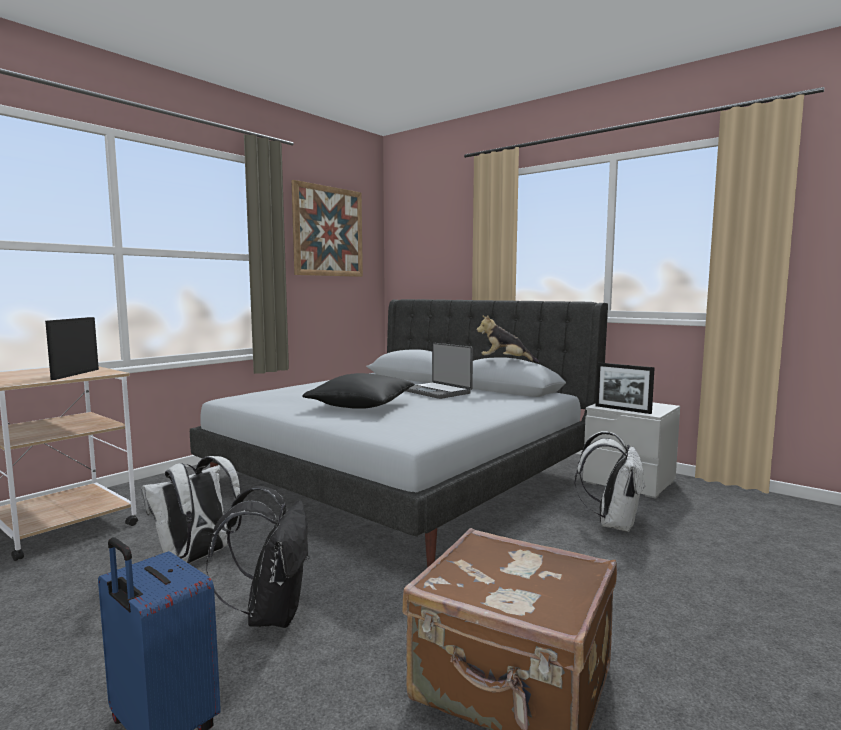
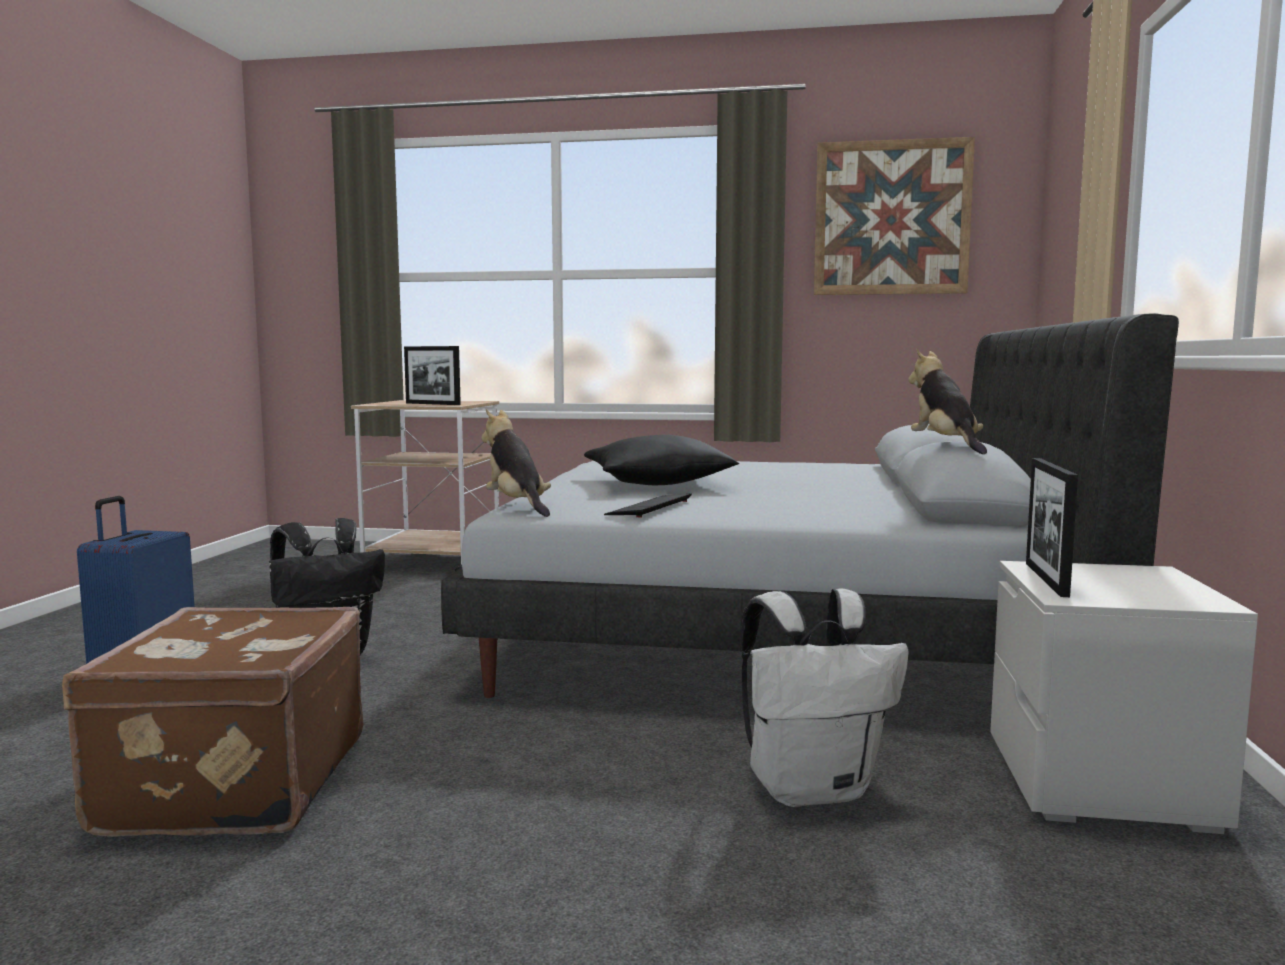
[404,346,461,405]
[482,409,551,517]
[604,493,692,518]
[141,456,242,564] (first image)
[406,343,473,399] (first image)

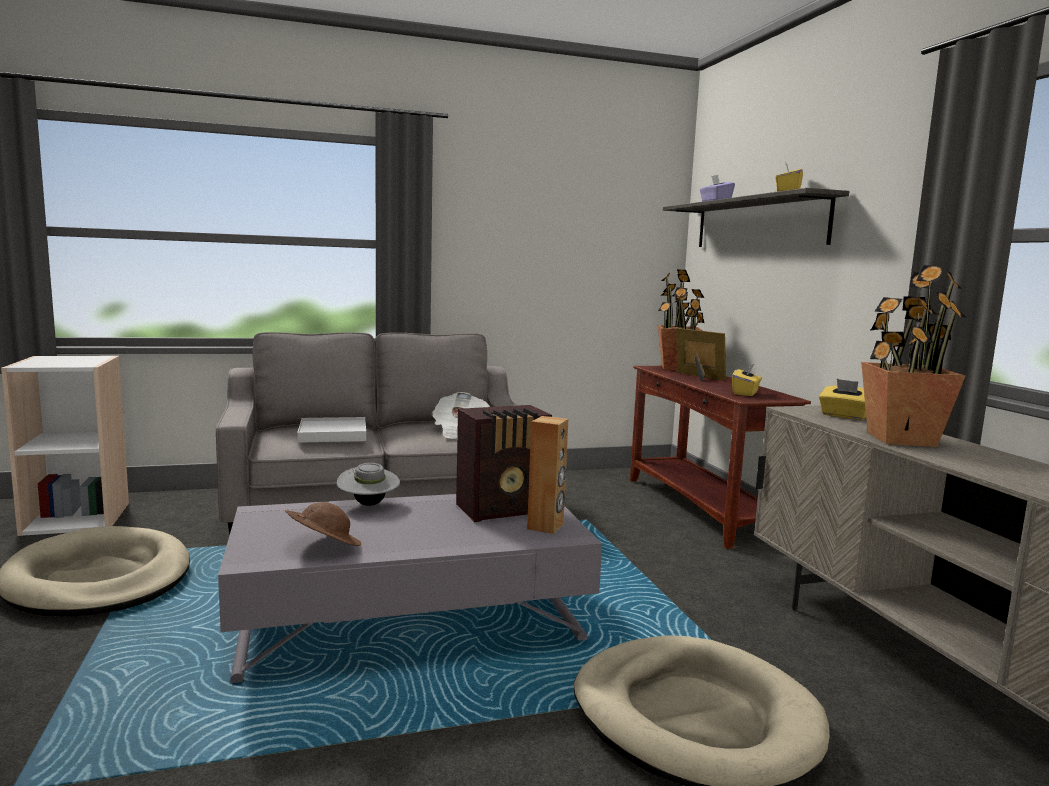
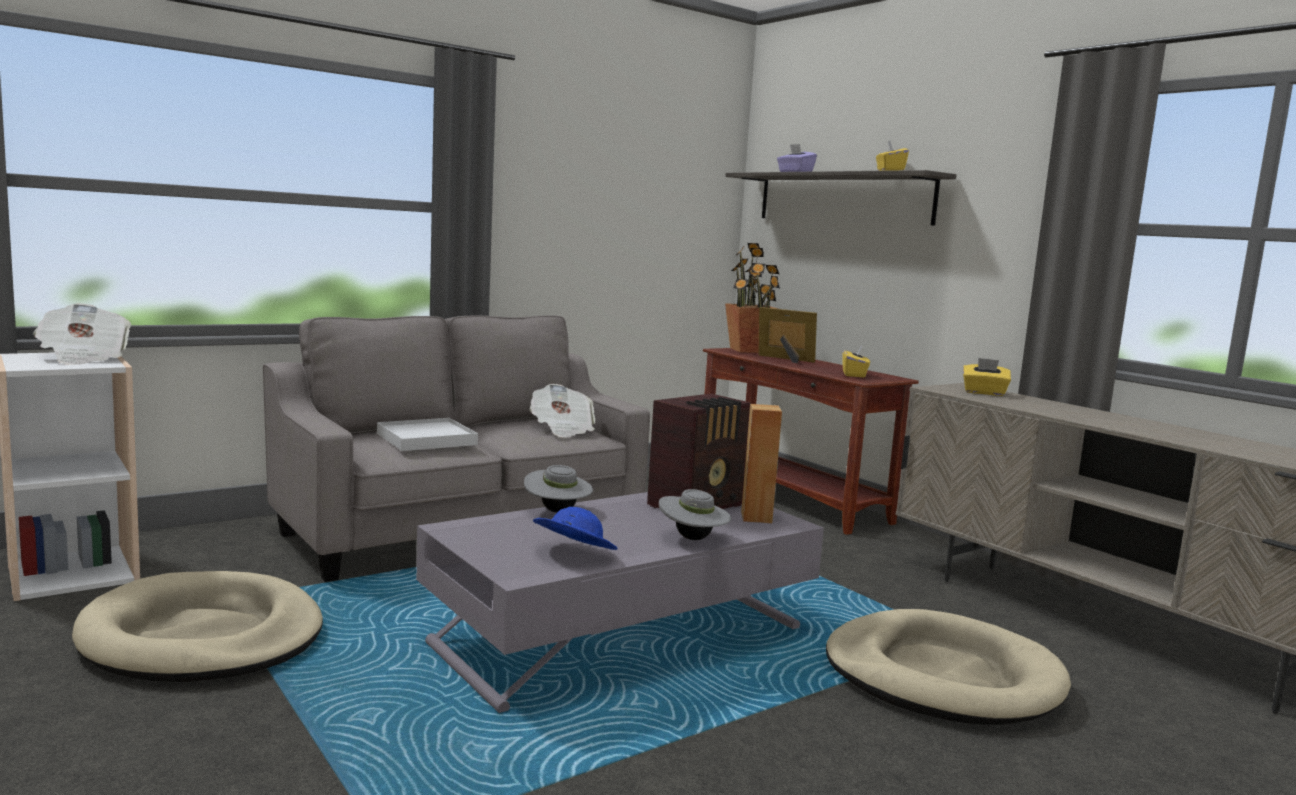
[33,304,131,365]
[533,507,618,550]
[659,489,731,540]
[861,265,966,447] (first image)

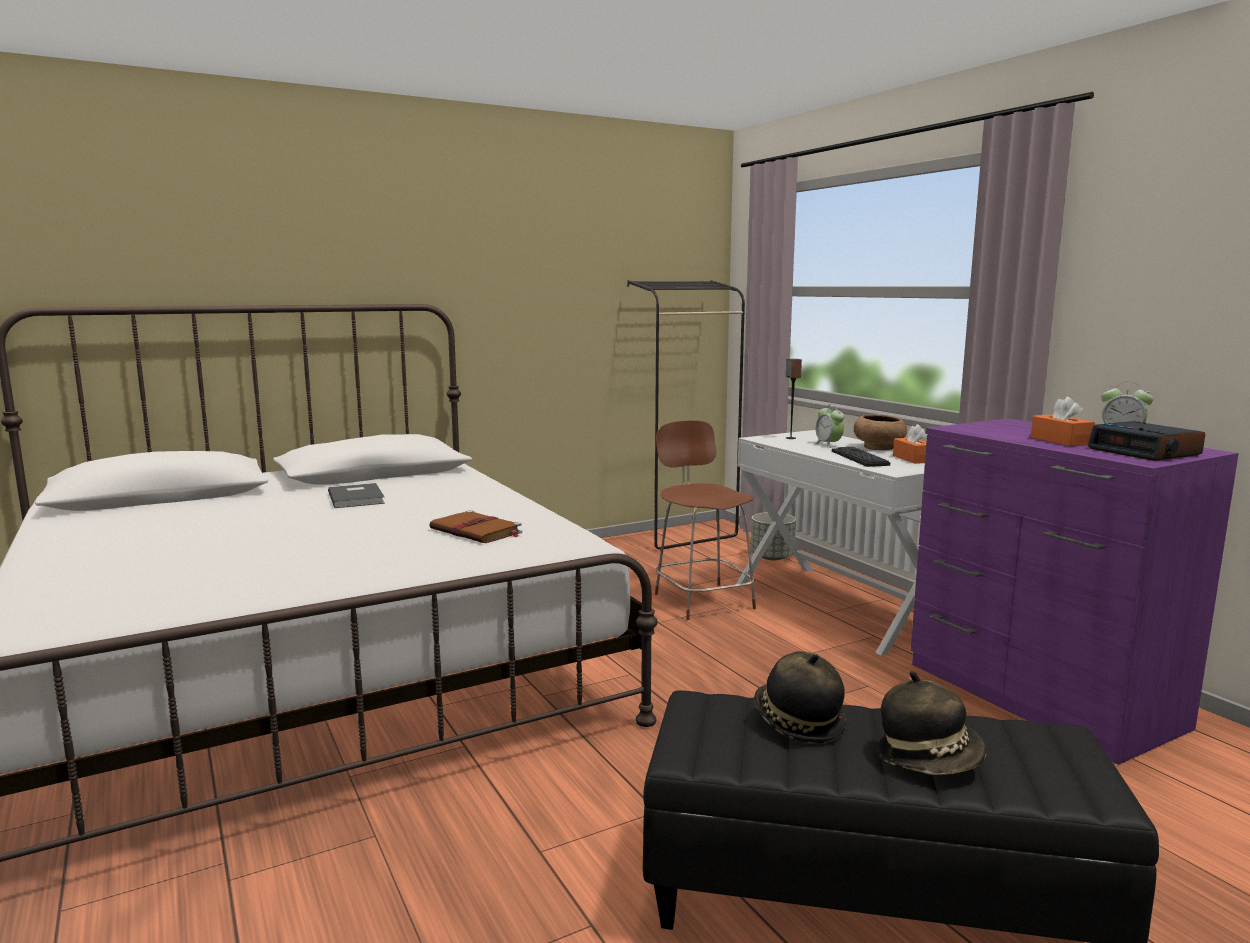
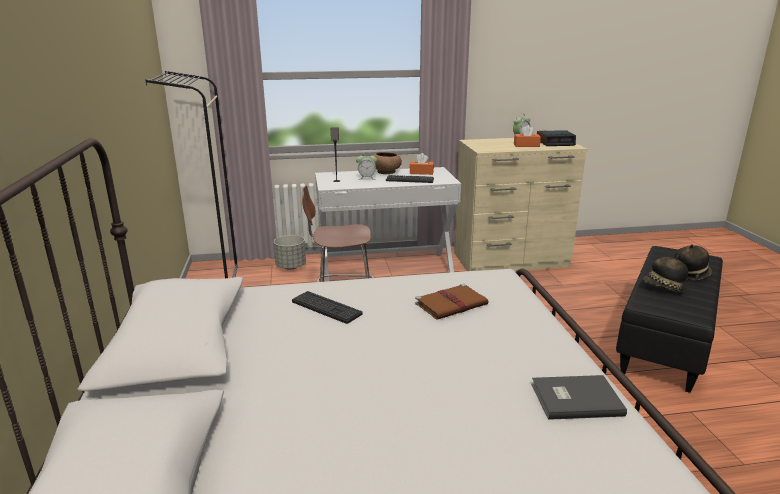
[292,291,363,324]
[454,138,587,271]
[531,375,627,420]

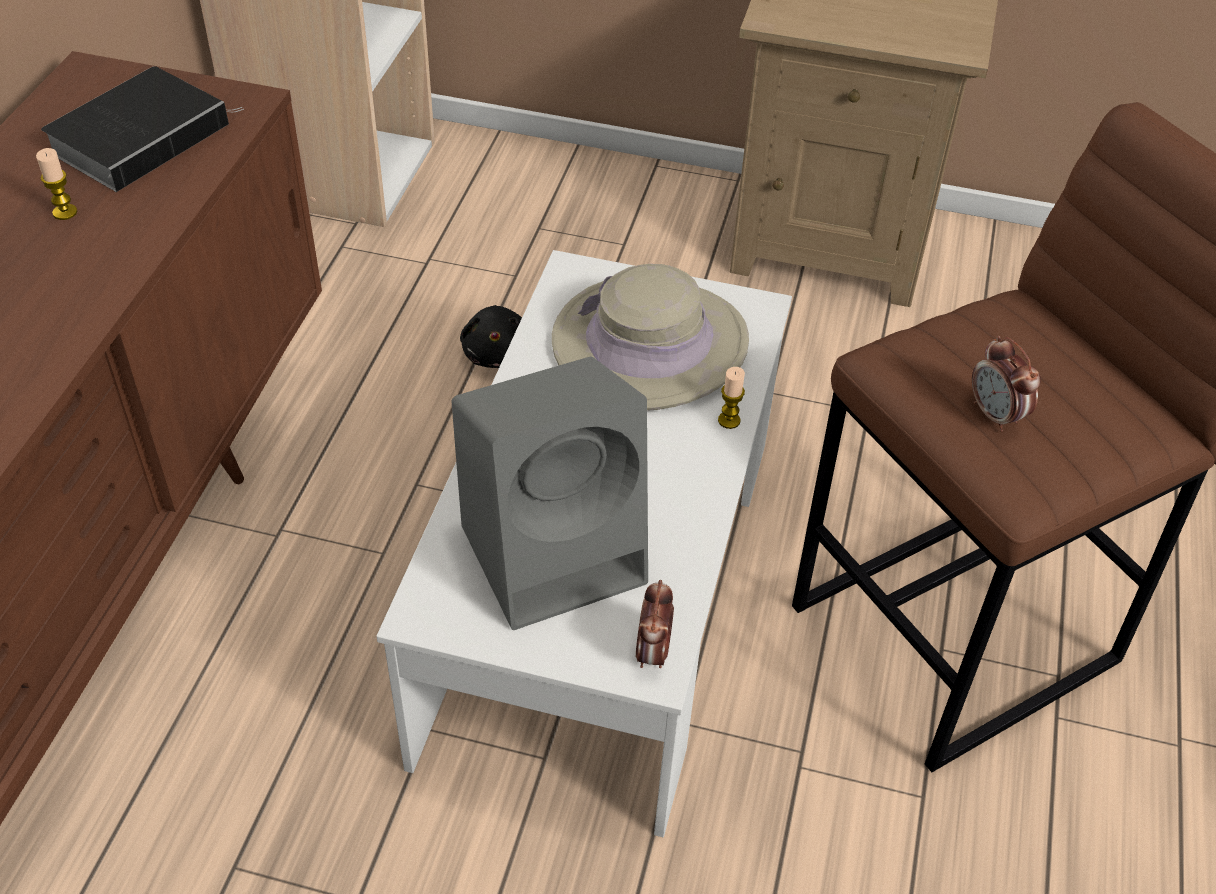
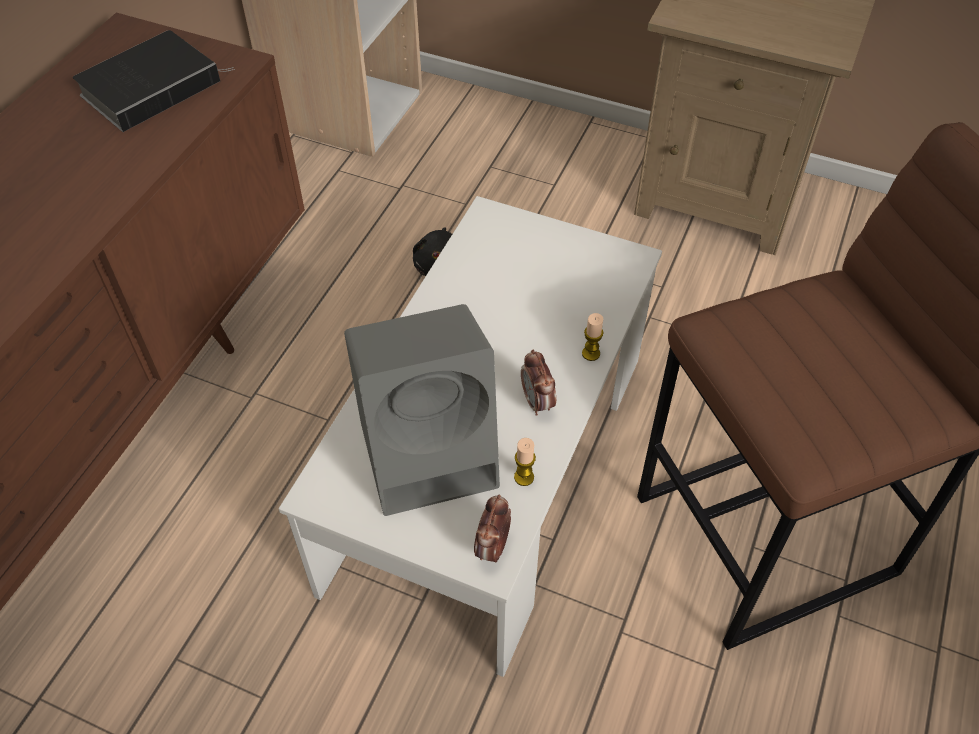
[514,438,536,486]
[521,350,556,416]
[552,264,749,411] (first image)

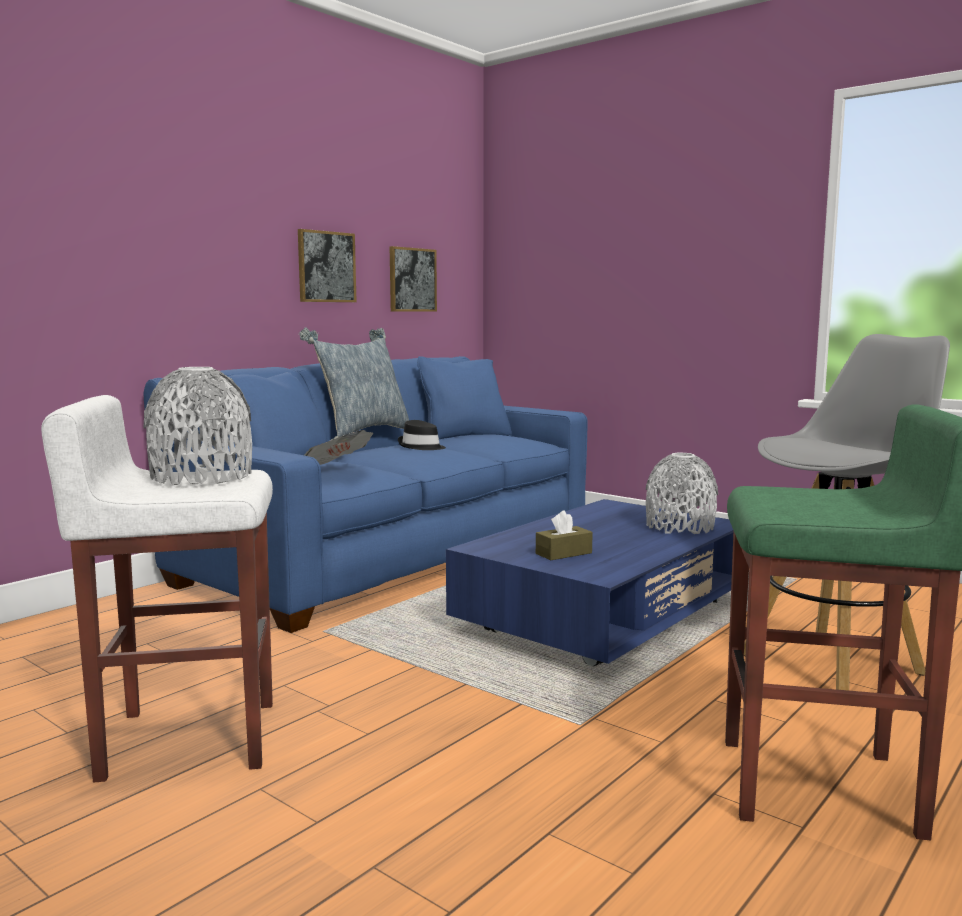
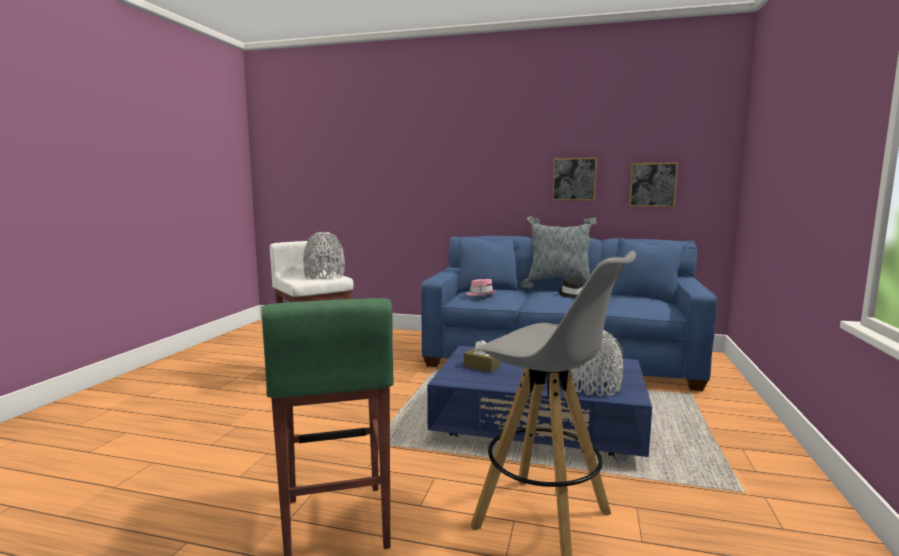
[466,279,496,296]

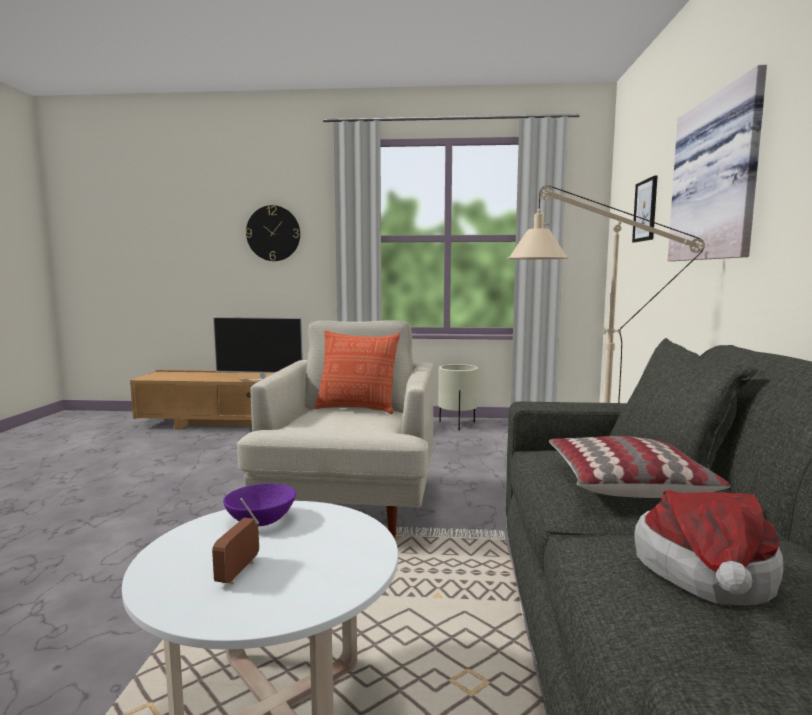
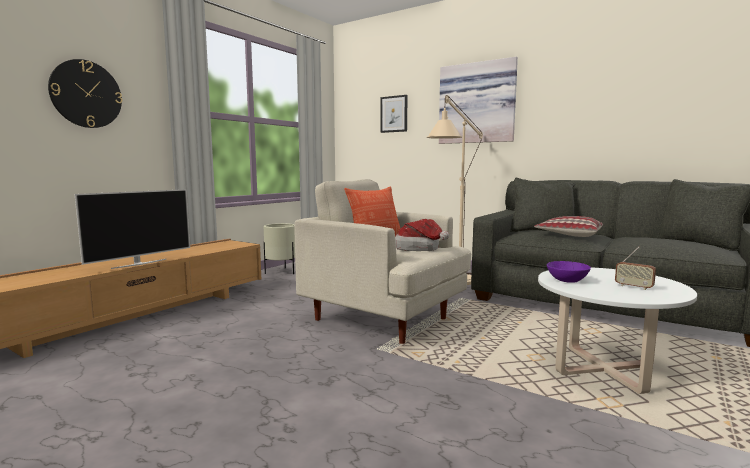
[395,219,449,251]

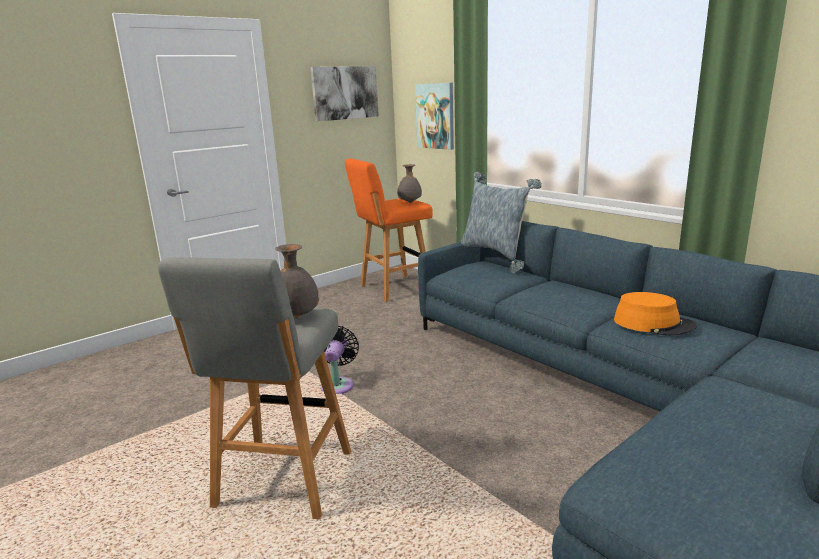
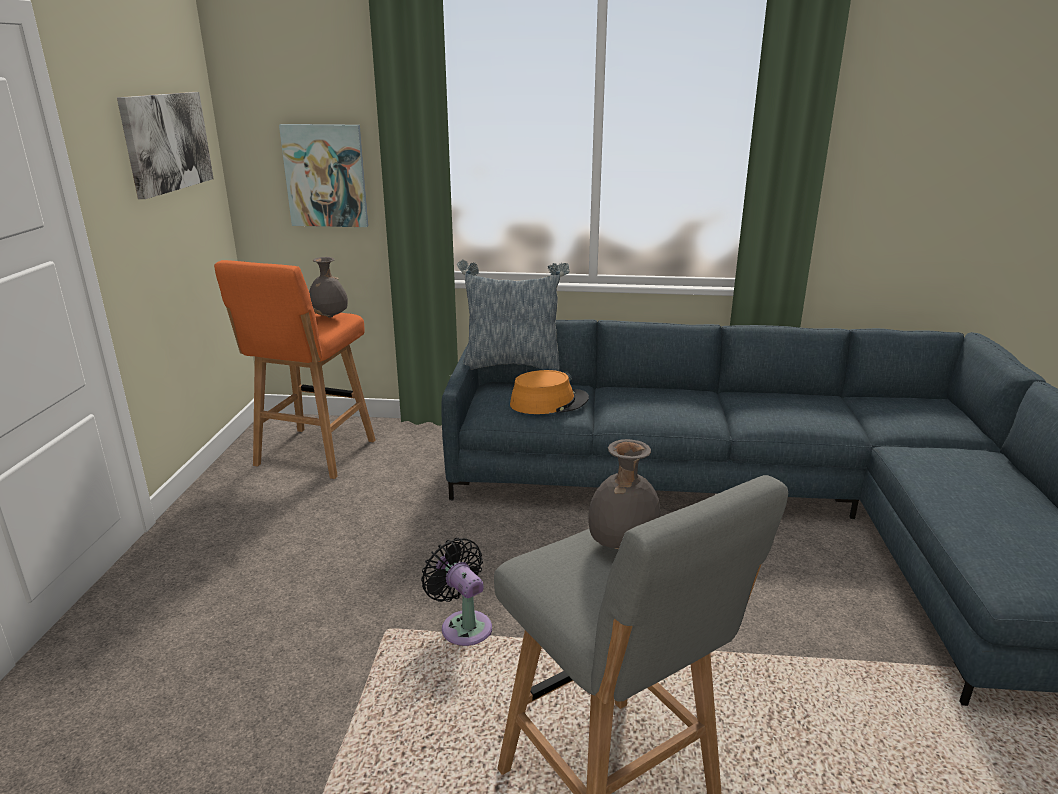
[510,370,589,414]

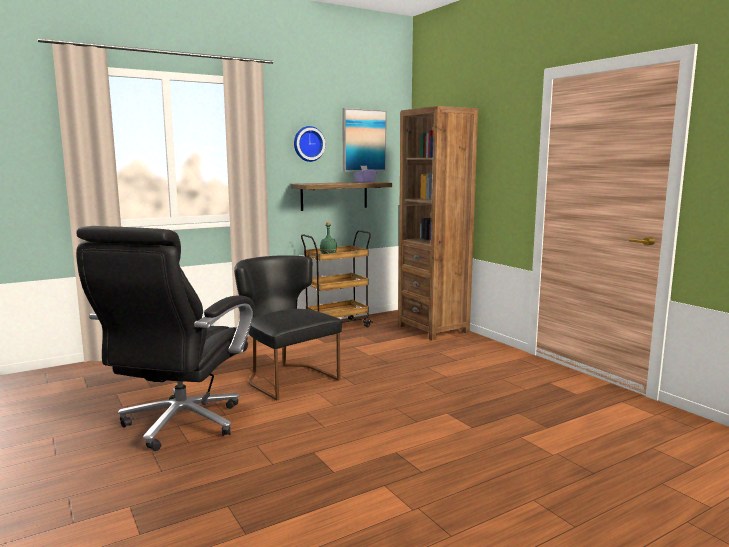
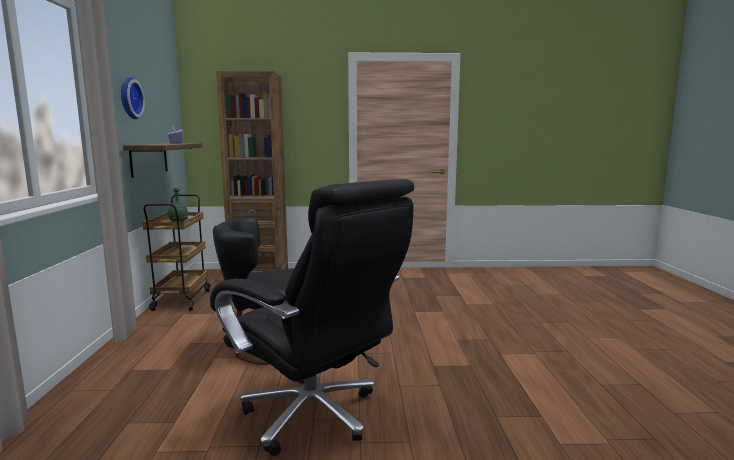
[342,108,387,172] (first image)

